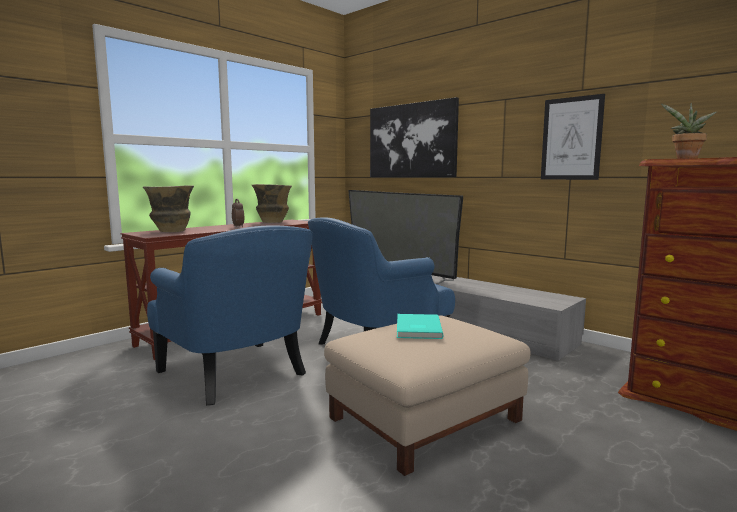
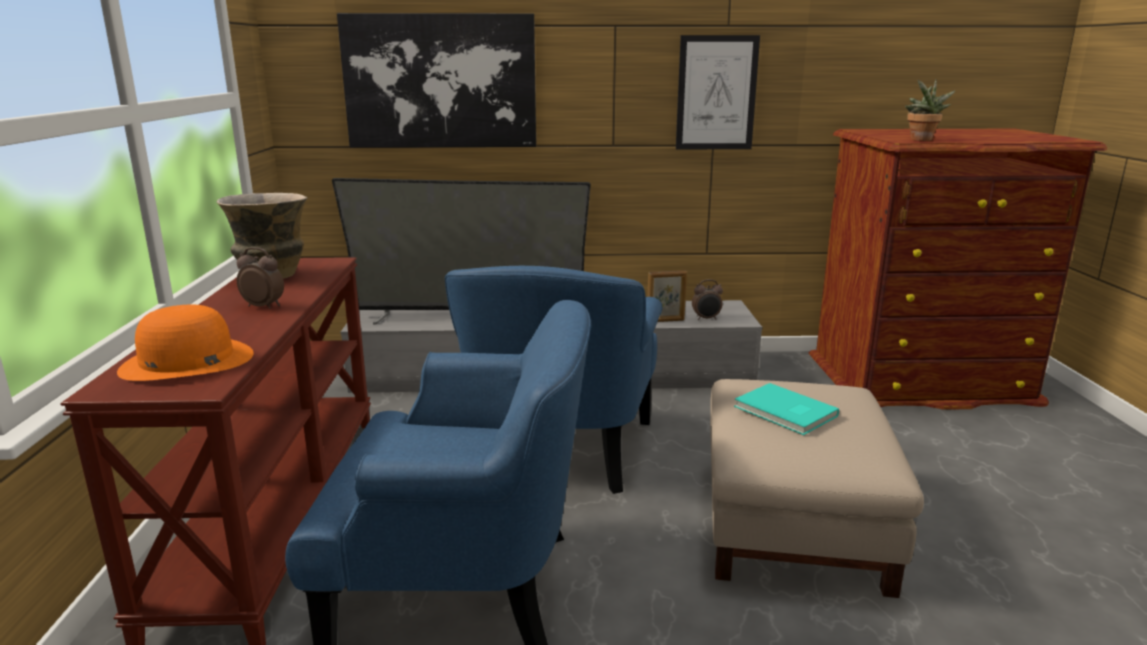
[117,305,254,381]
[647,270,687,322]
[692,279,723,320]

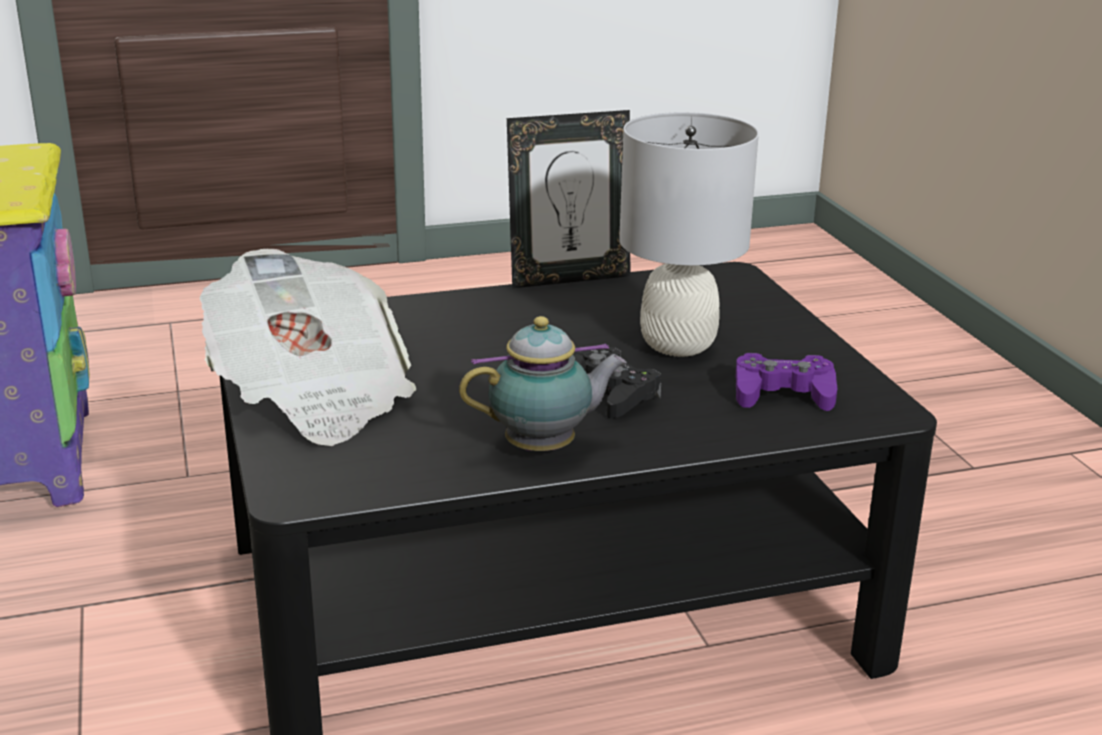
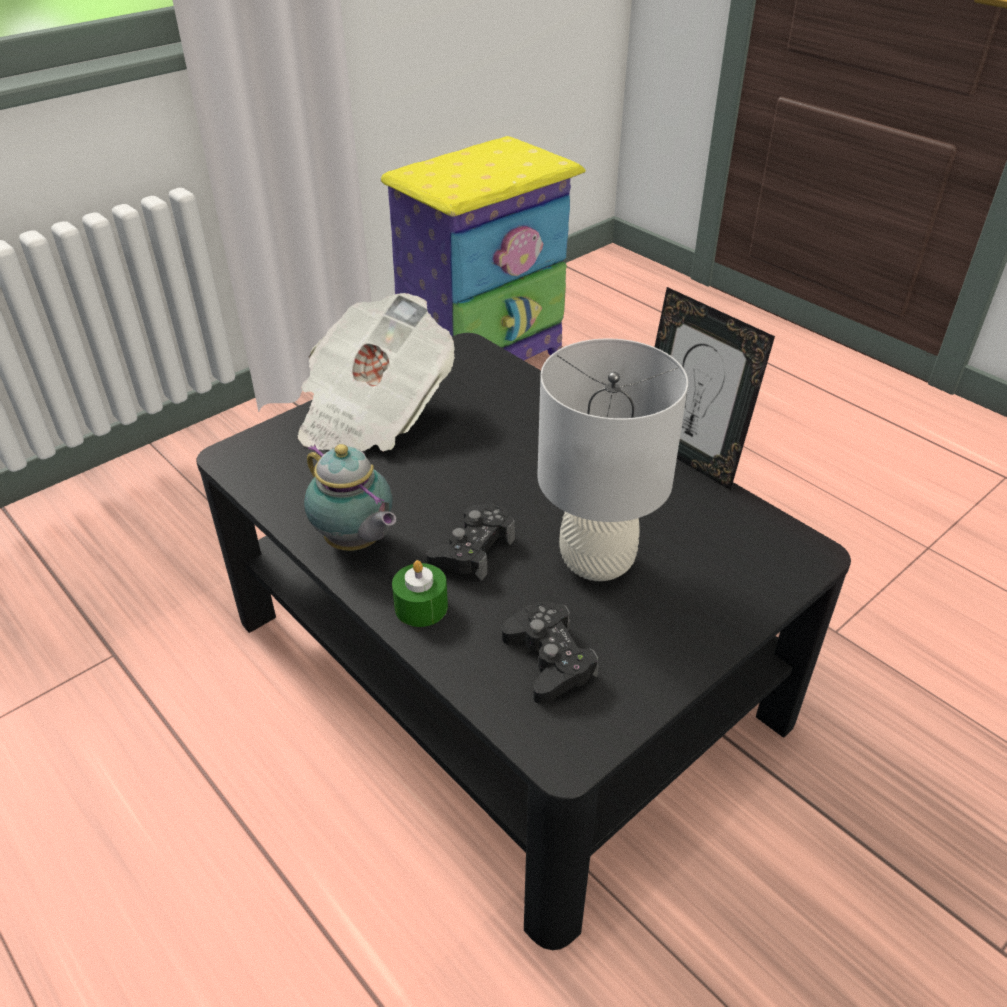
[392,560,448,627]
[502,601,598,704]

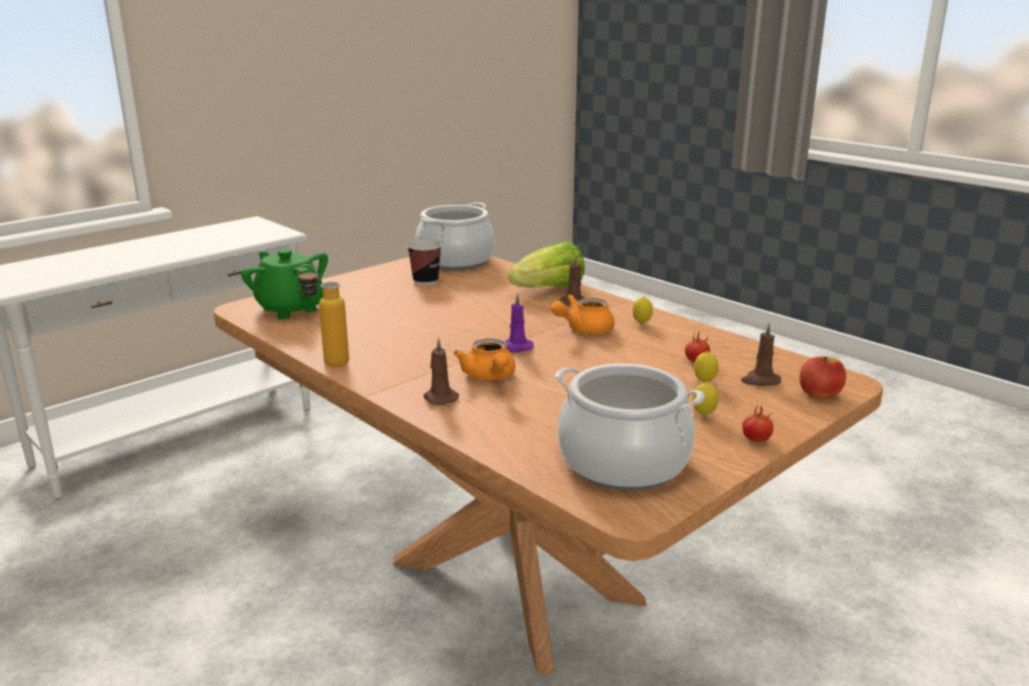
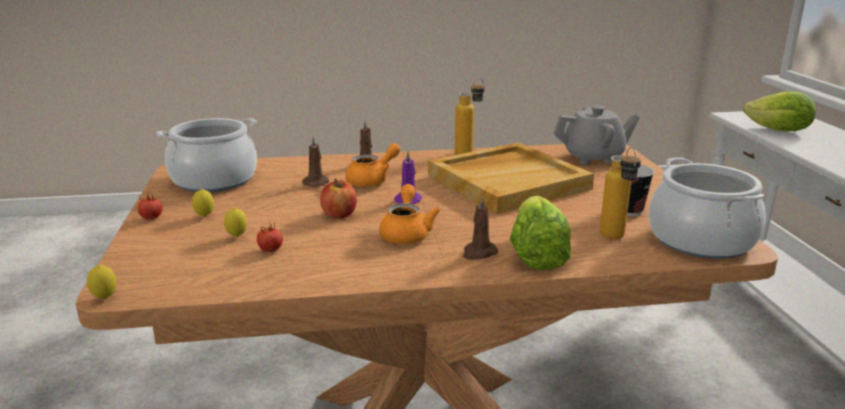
[87,265,117,299]
[302,136,329,187]
[320,179,357,218]
[345,143,400,187]
[428,143,594,214]
[554,106,640,165]
[600,147,641,239]
[743,91,816,131]

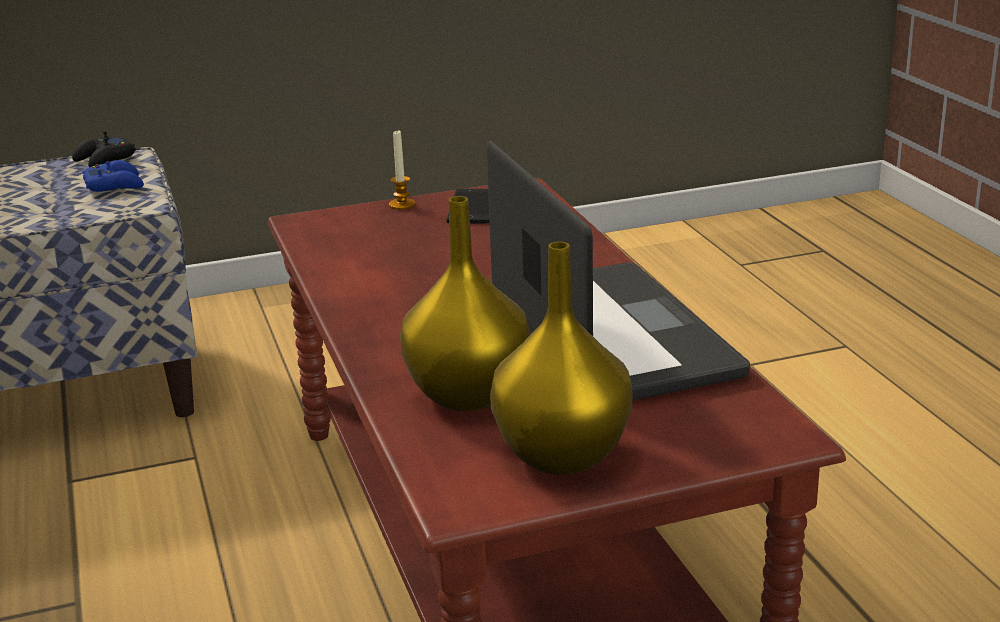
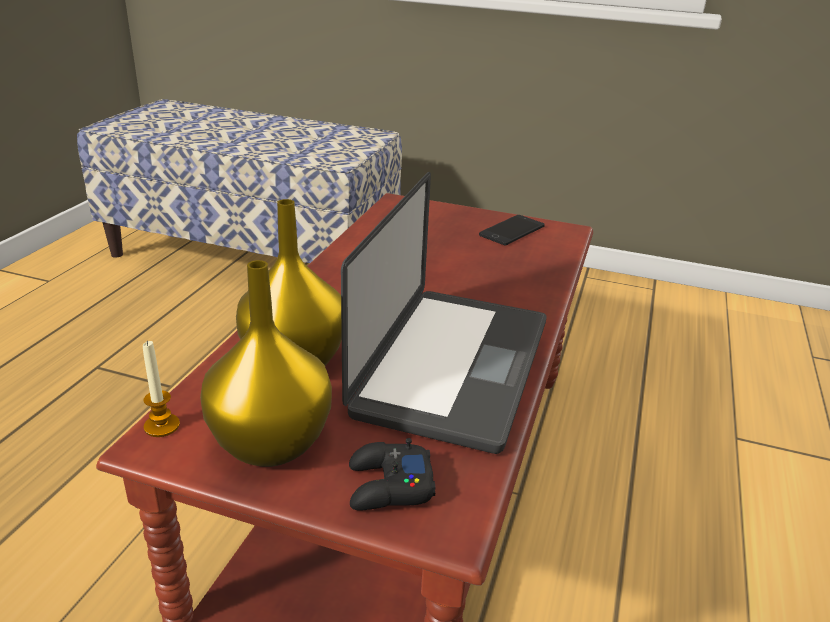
[143,341,180,437]
[349,438,436,511]
[82,160,144,192] (first image)

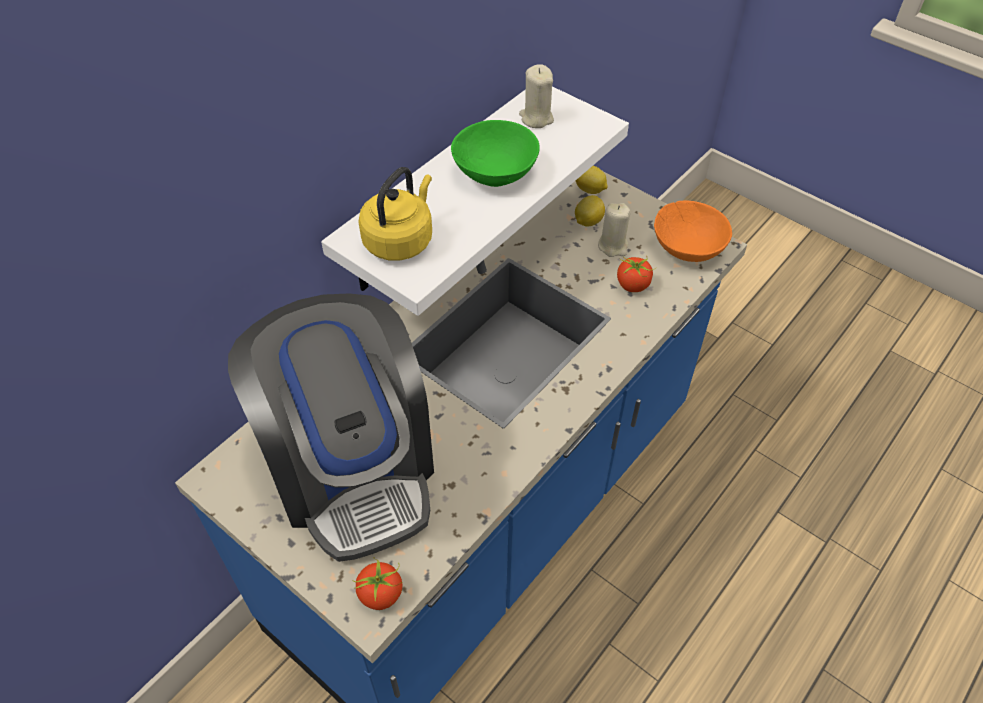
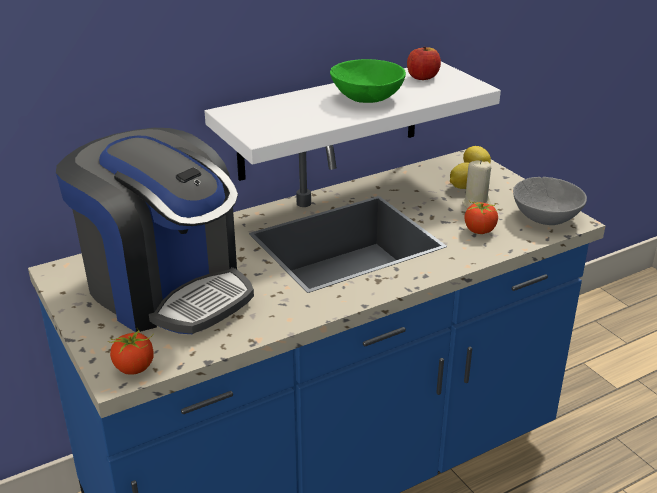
[56,128,254,334]
[407,46,441,80]
[513,177,587,225]
[358,167,432,261] (first image)

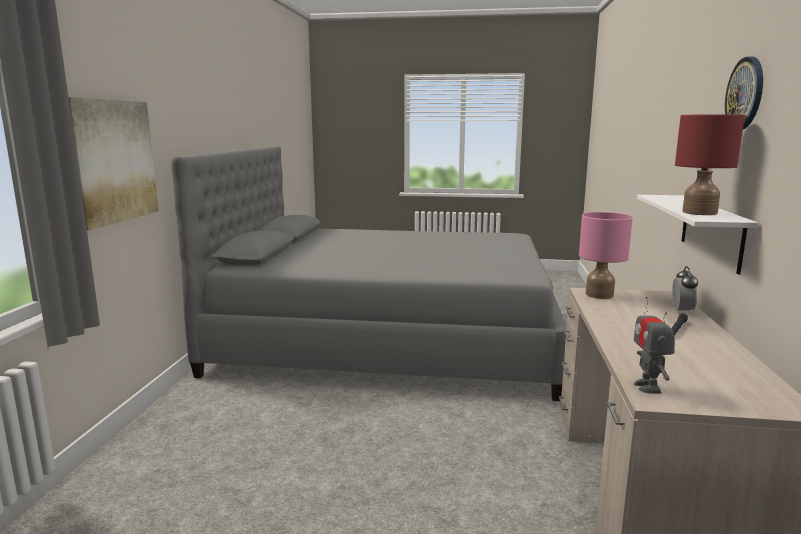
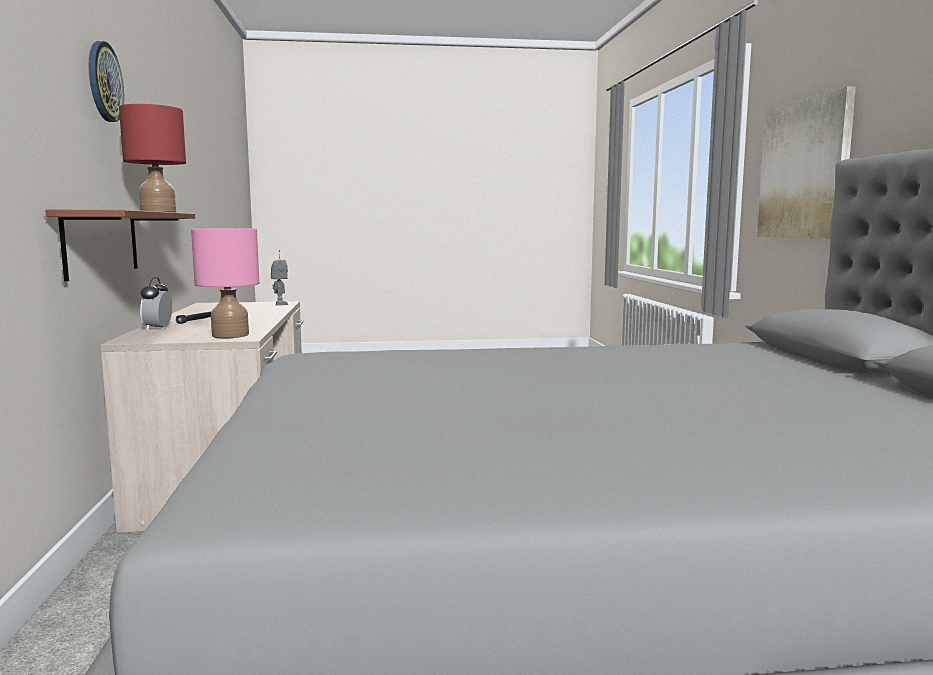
[45,210,195,282]

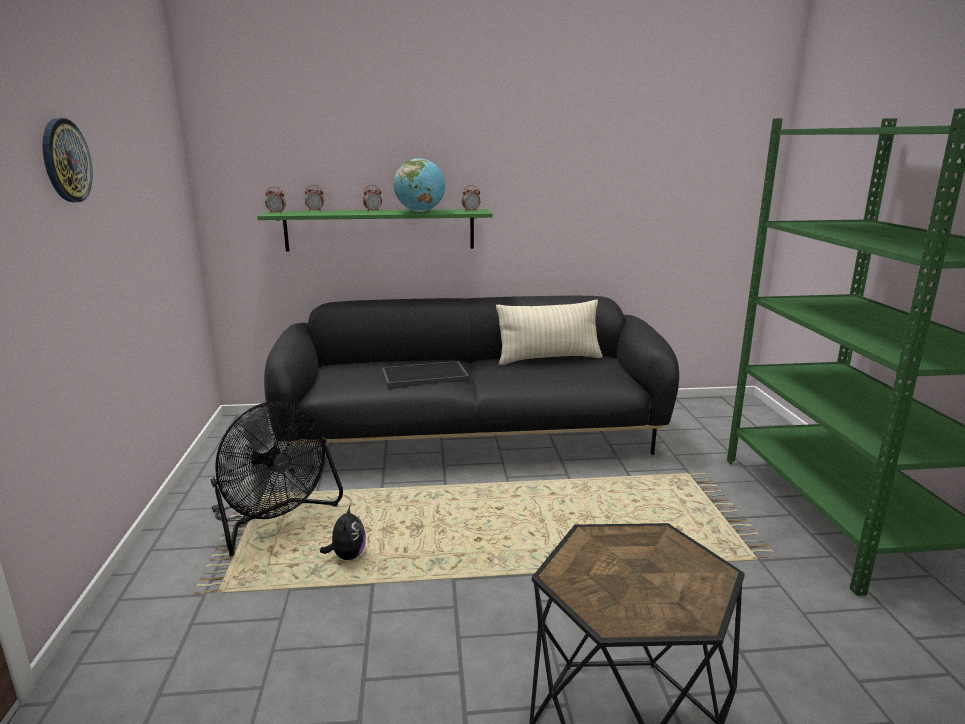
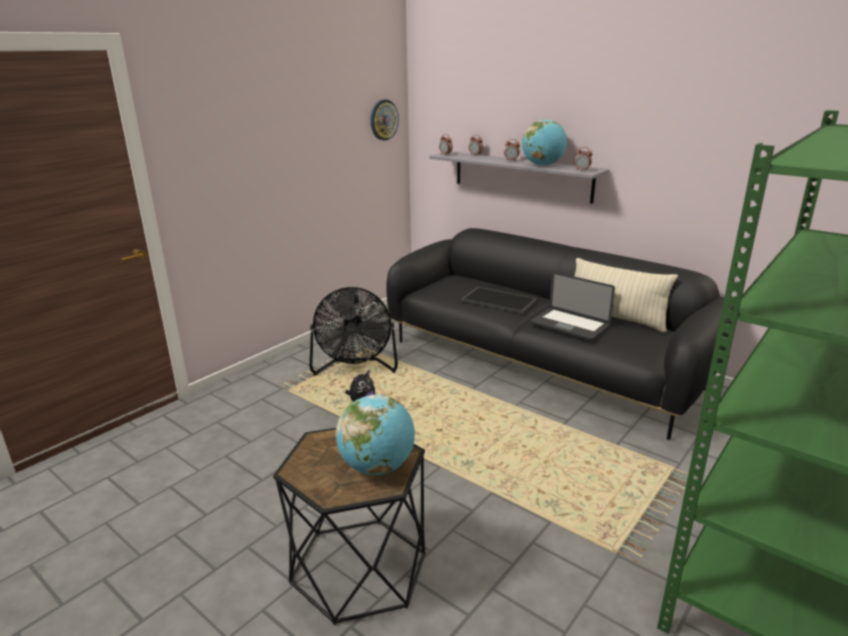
[335,395,415,475]
[370,99,399,141]
[429,152,610,204]
[530,272,615,341]

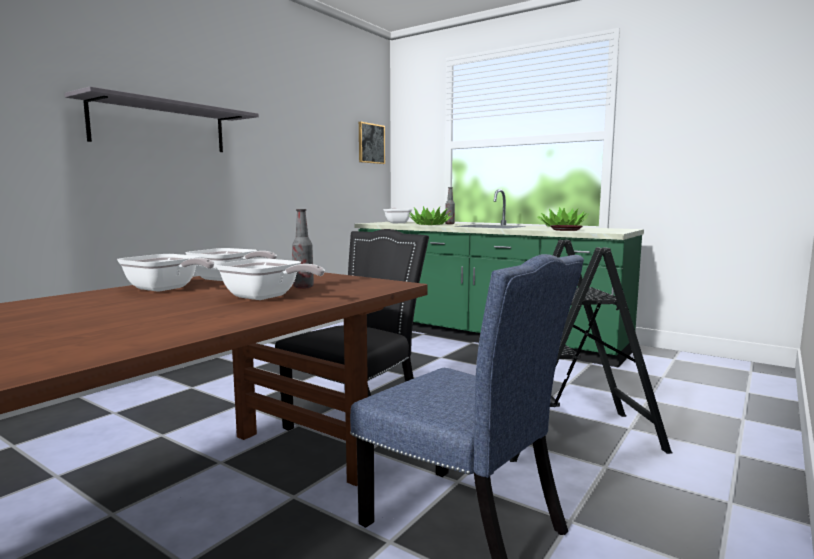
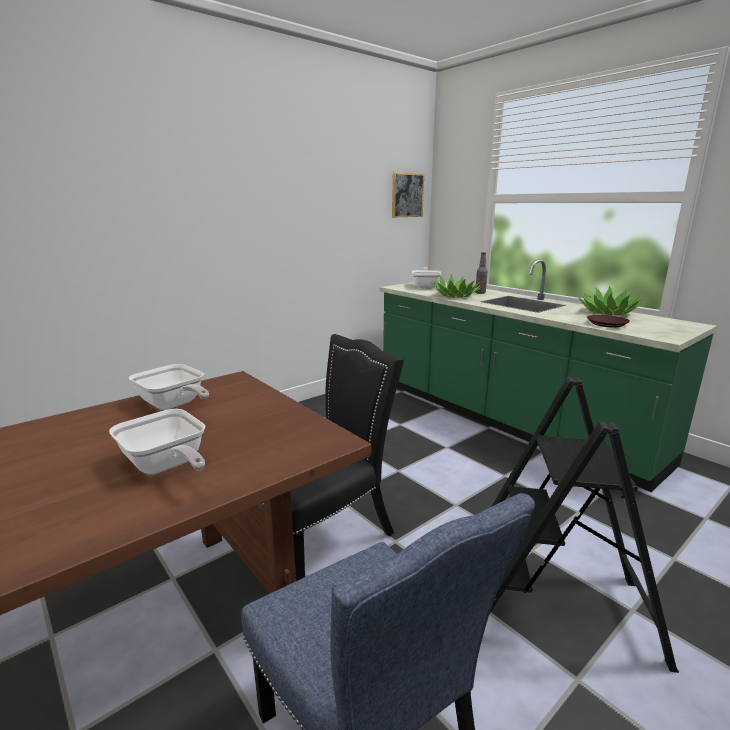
[65,86,259,152] (first image)
[117,254,214,292] (first image)
[292,209,314,289] (first image)

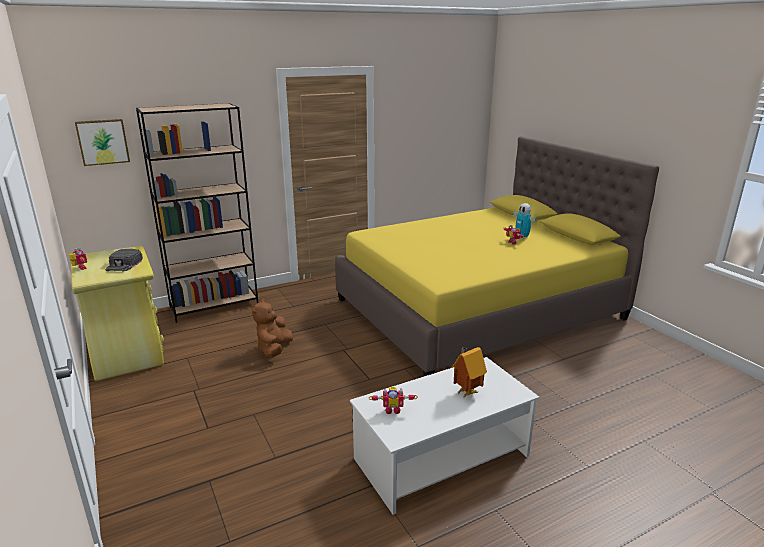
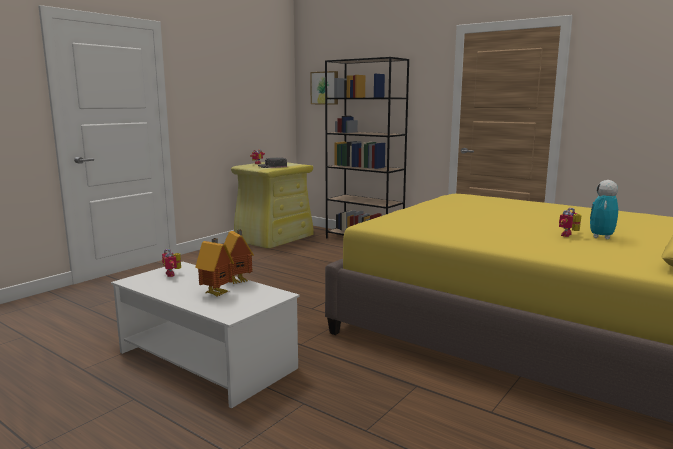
[224,229,254,284]
[252,299,293,358] (first image)

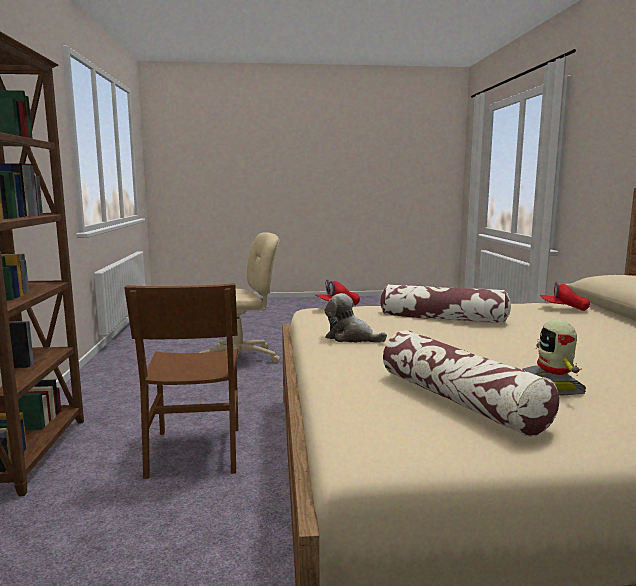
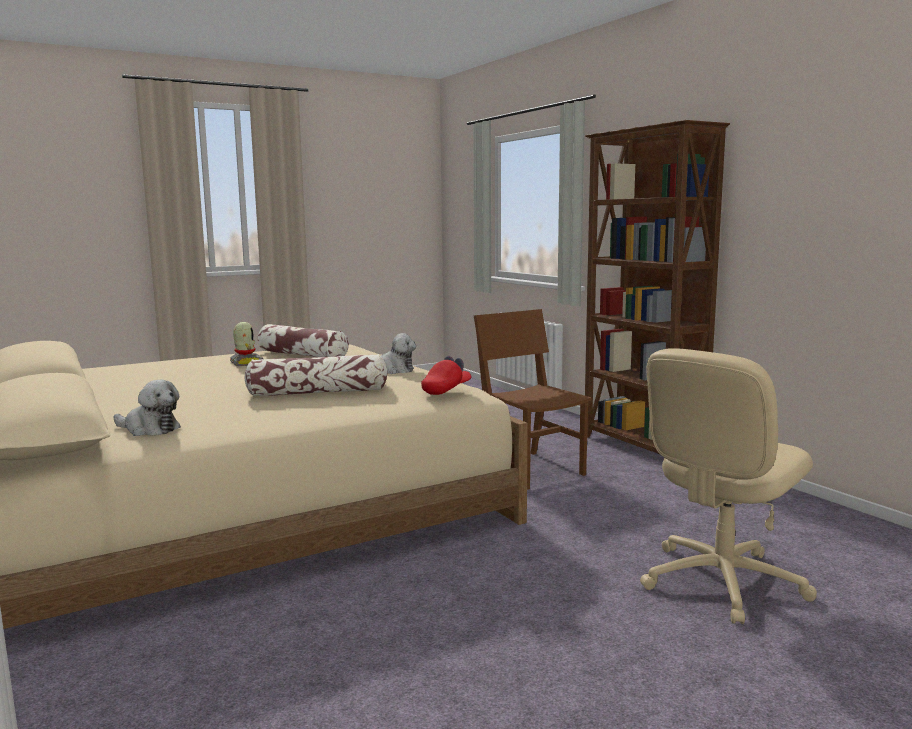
[113,380,181,436]

